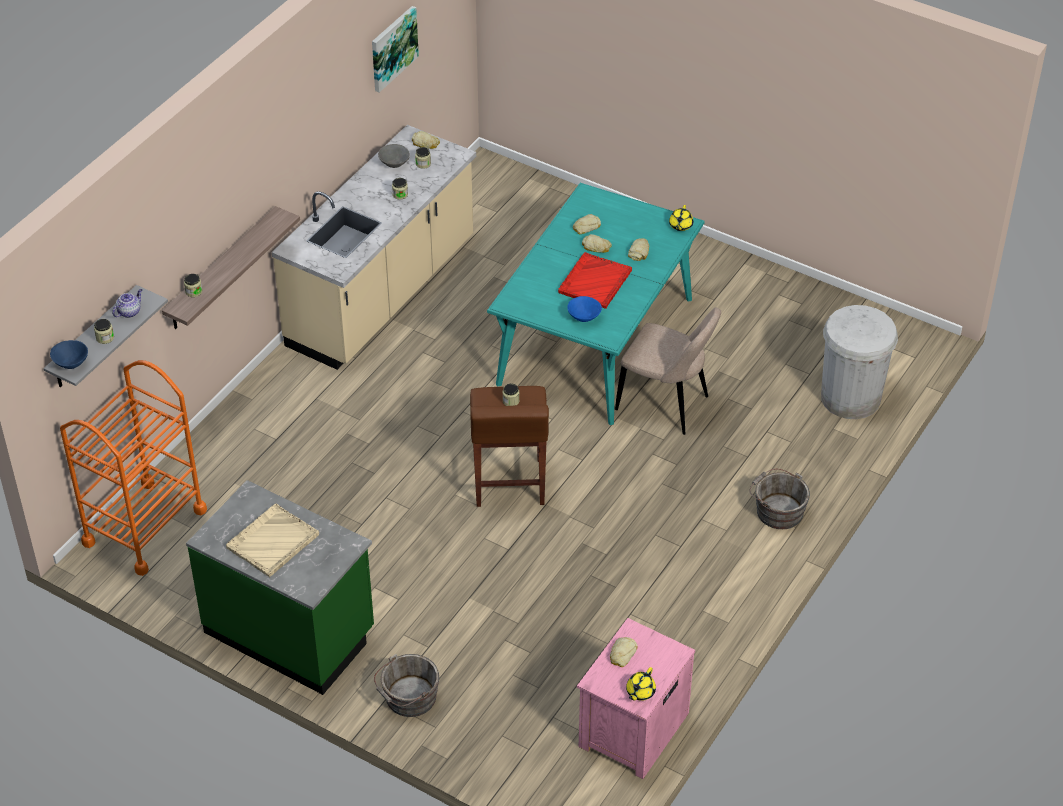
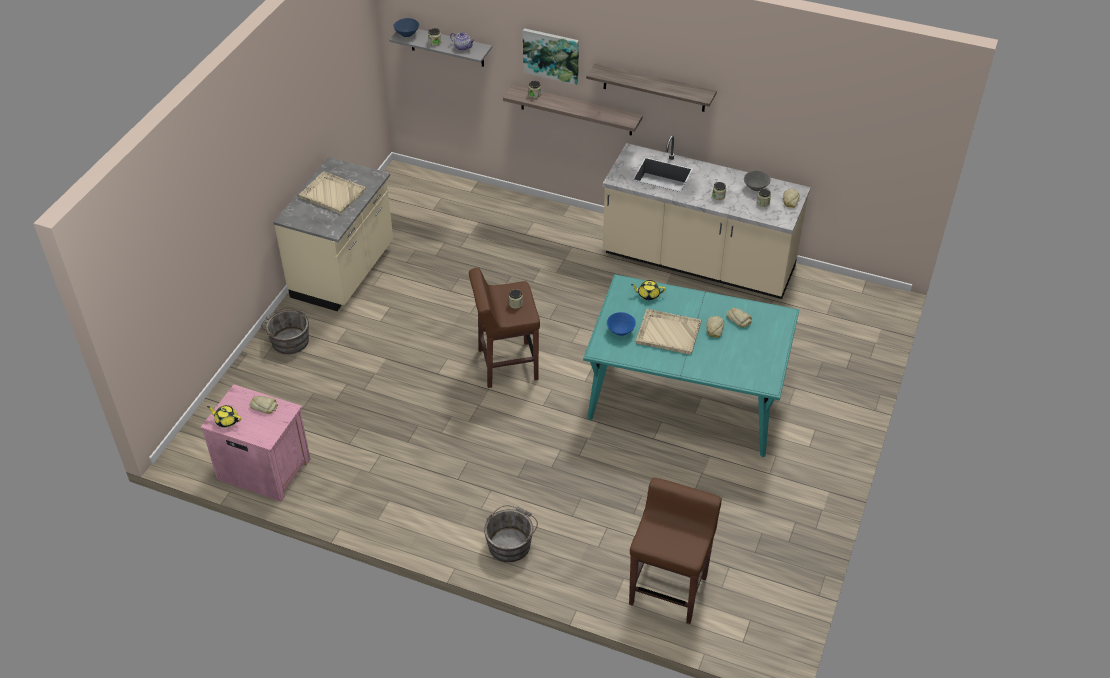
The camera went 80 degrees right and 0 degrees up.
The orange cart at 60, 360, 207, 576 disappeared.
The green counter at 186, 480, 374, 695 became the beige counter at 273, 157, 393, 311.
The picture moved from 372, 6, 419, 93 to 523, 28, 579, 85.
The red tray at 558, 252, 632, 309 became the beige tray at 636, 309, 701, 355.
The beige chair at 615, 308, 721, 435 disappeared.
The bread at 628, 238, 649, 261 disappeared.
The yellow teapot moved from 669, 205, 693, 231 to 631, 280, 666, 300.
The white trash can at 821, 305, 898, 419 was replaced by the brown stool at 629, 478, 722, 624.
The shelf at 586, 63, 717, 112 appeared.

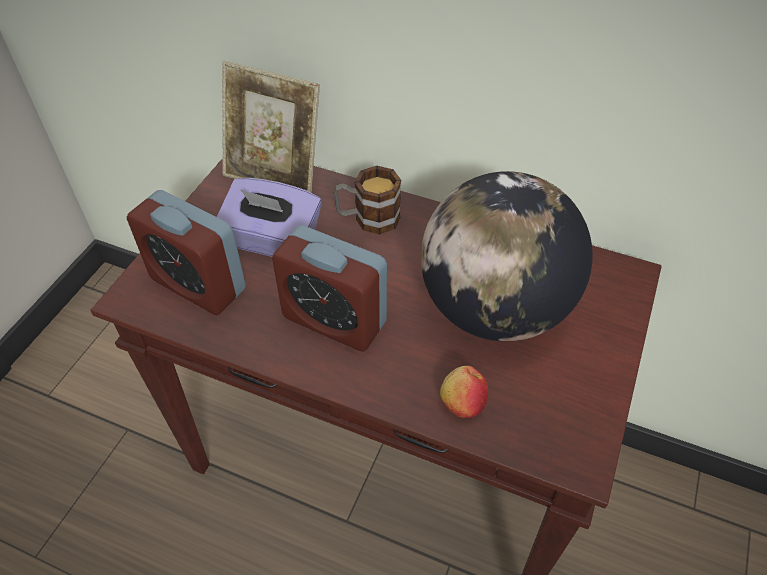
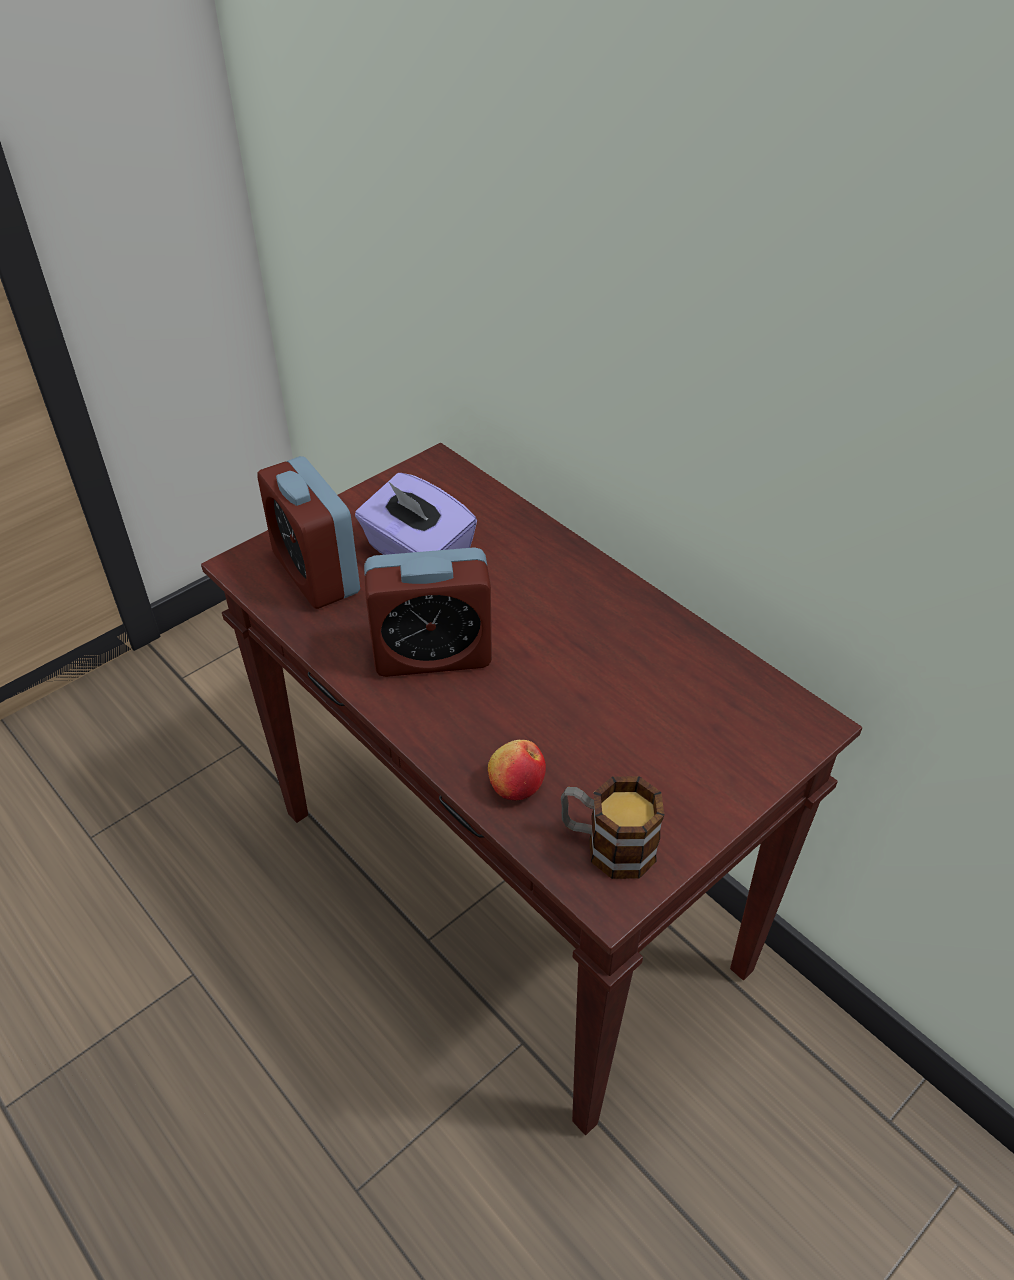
The camera went 25 degrees right and 5 degrees down.
The picture frame at 222, 61, 320, 193 disappeared.
The alarm clock at 272, 225, 387, 352 turned 60 degrees counterclockwise.
The mug moved from 334, 166, 401, 235 to 561, 776, 664, 879.
The globe at 421, 171, 593, 341 disappeared.

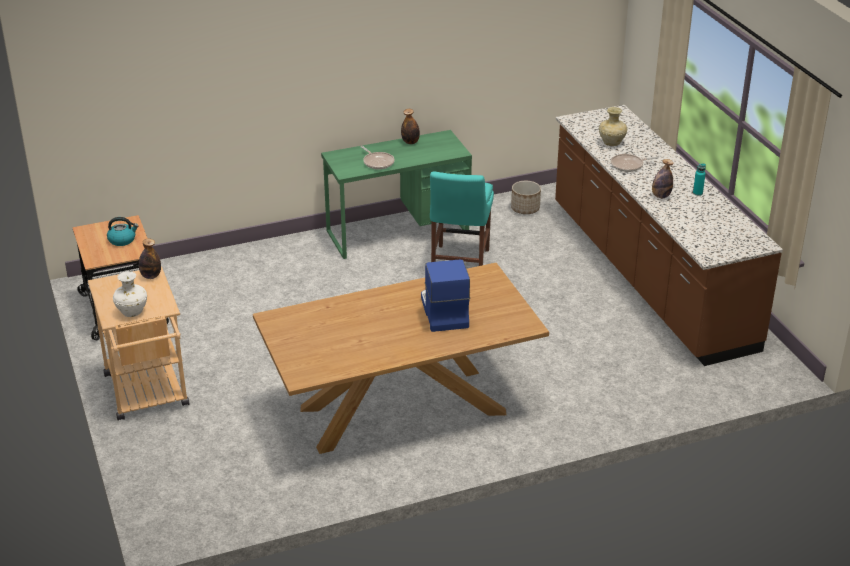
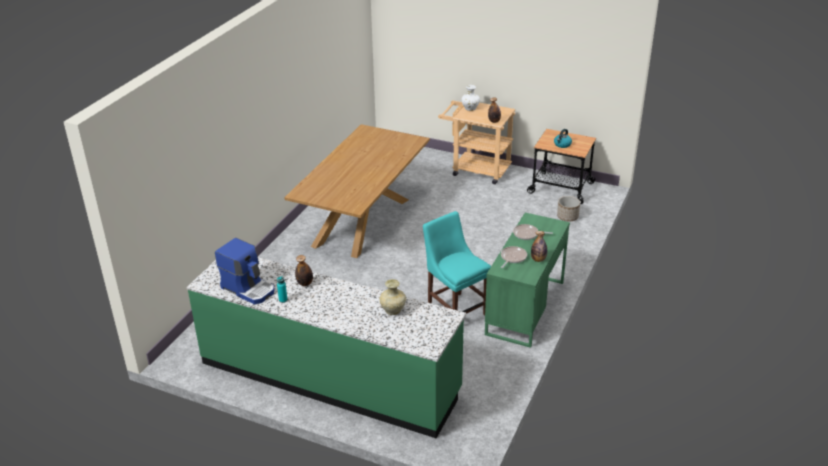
The camera went 135 degrees right and 0 degrees up.
The coffee machine moved from 421, 260, 470, 332 to 215, 238, 275, 304.
The planter moved from 511, 181, 541, 214 to 557, 196, 580, 222.
The brown counter at 555, 105, 783, 366 became the green counter at 187, 257, 466, 438.
The frying pan moved from 611, 154, 659, 172 to 501, 246, 527, 268.

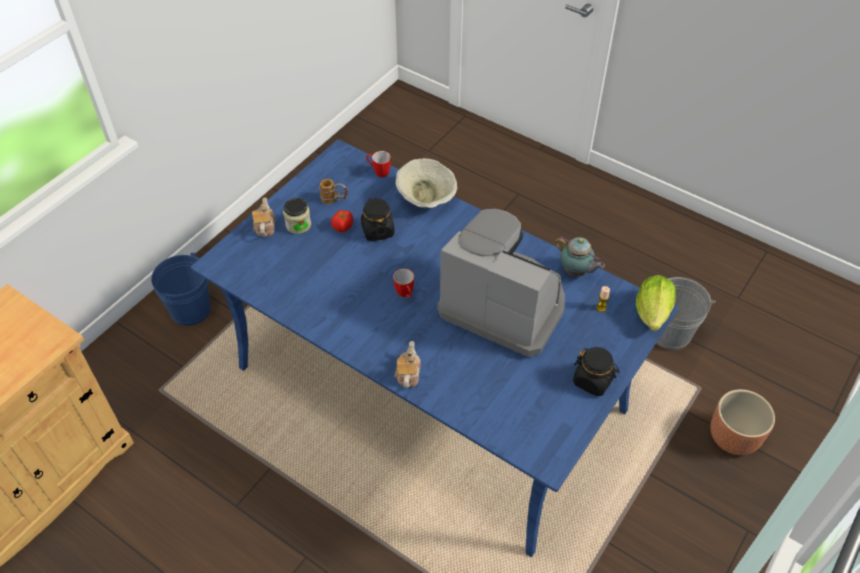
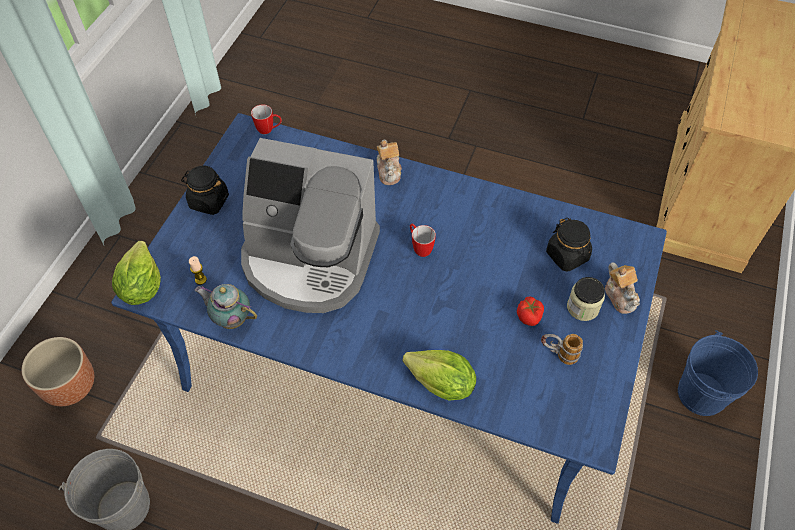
The camera went 165 degrees right and 5 degrees up.
The black jar moved from 361, 198, 395, 241 to 546, 217, 592, 272.
The mug moved from 366, 151, 391, 177 to 251, 104, 282, 134.
The beige bowl at 396, 158, 457, 208 was replaced by the lettuce at 402, 350, 476, 401.

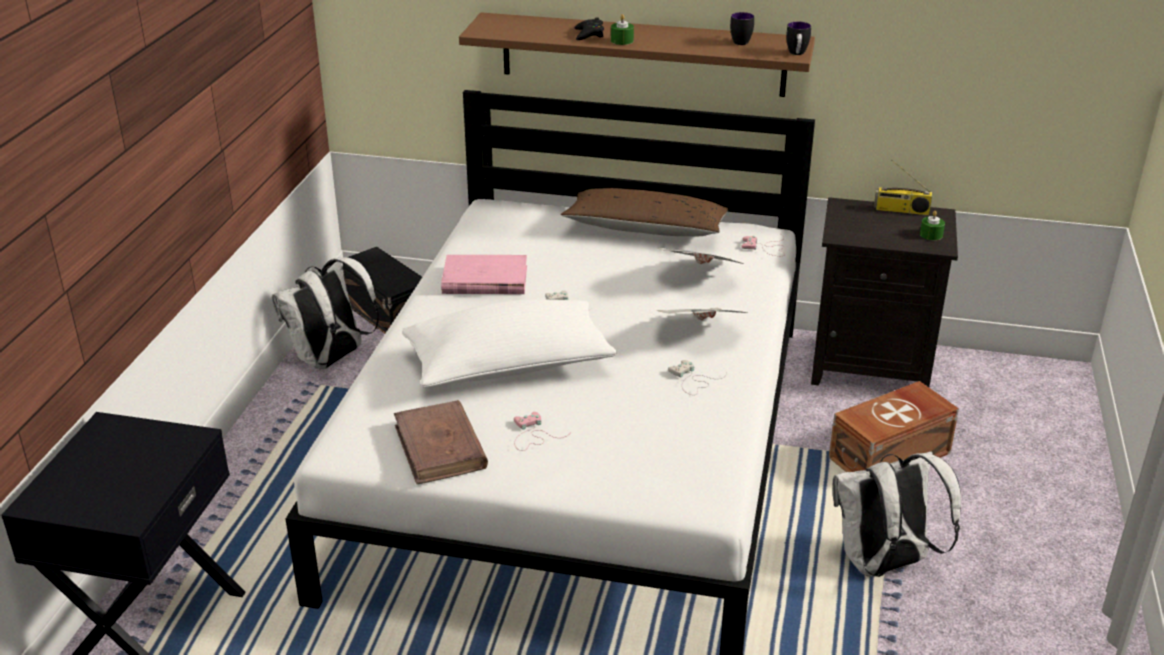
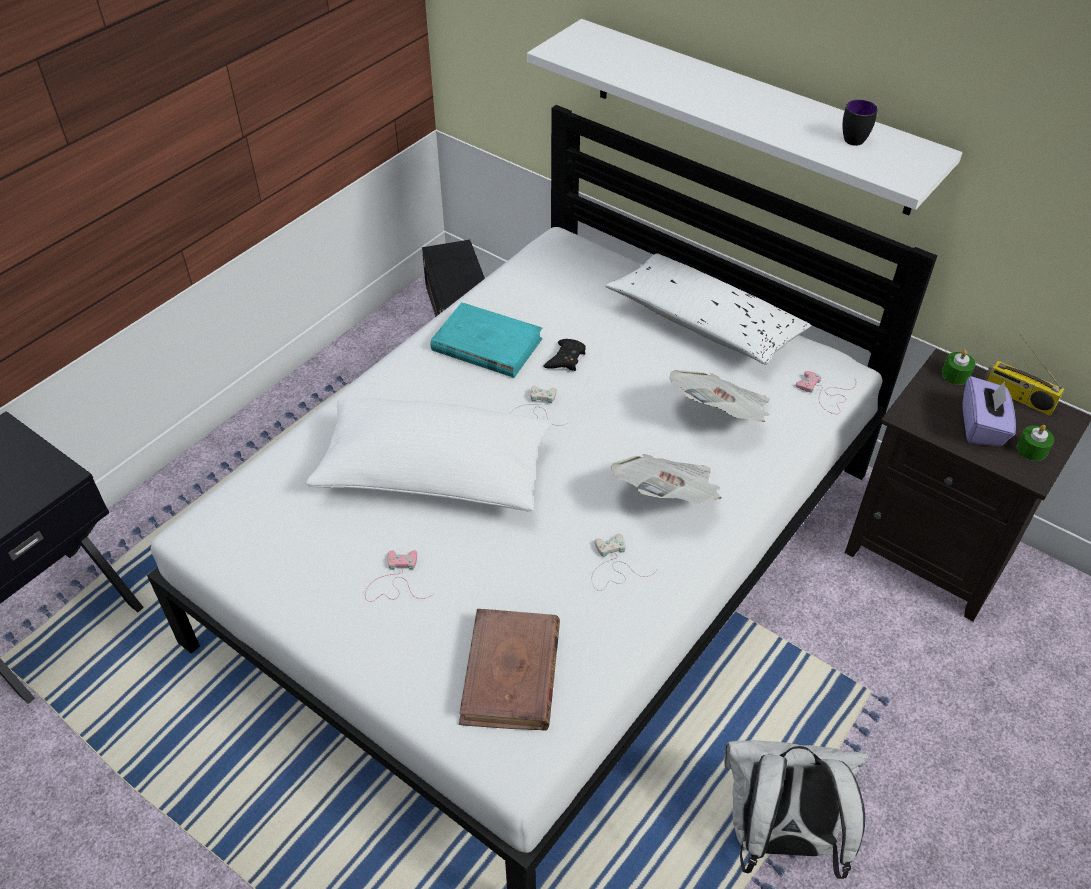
The camera went 25 degrees right and 15 degrees up.
The white backpack at 272, 257, 379, 370 disappeared.
The brown book moved from 394, 400, 488, 484 to 459, 609, 560, 731.
The pink book at 441, 255, 527, 294 became the turquoise book at 430, 303, 543, 378.
The brown shelf at 459, 12, 815, 97 became the white shelf at 527, 19, 962, 216.
The brown pillow at 561, 188, 729, 236 became the white pillow at 605, 253, 811, 365.
The black game controller moved from 575, 18, 604, 40 to 543, 339, 586, 371.
The green candle moved from 611, 14, 634, 45 to 942, 350, 976, 385.
The mug at 786, 22, 811, 55 disappeared.
The brown storage box at 829, 381, 959, 472 disappeared.
The purple tissue box at 962, 376, 1016, 447 appeared.

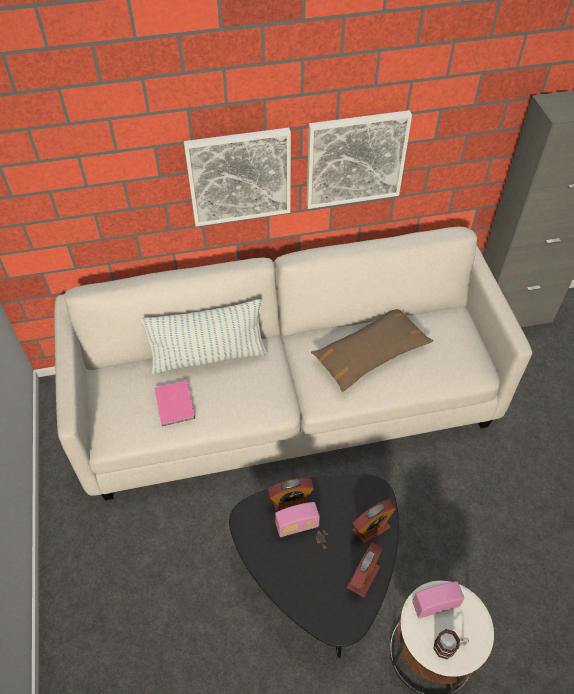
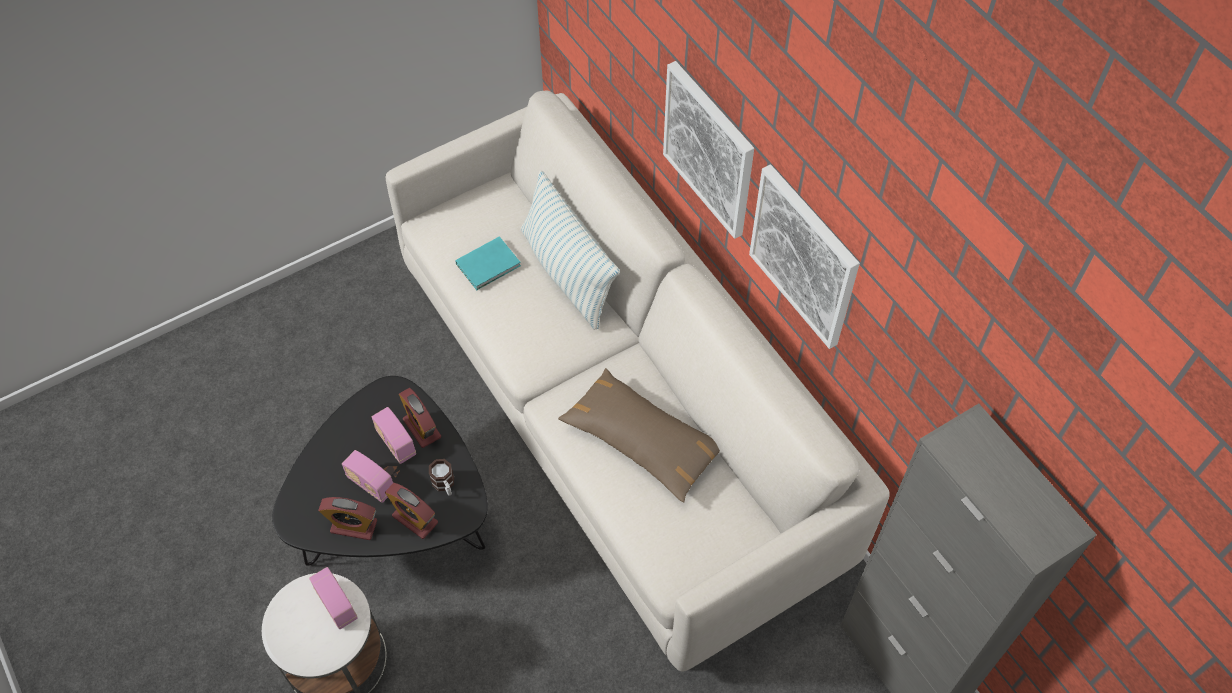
The camera went 70 degrees right and 5 degrees up.
The pink book at 155, 381, 195, 426 became the turquoise book at 455, 236, 521, 290.
The mug moved from 433, 629, 469, 659 to 429, 459, 454, 496.
The radio at 342, 450, 393, 503 appeared.

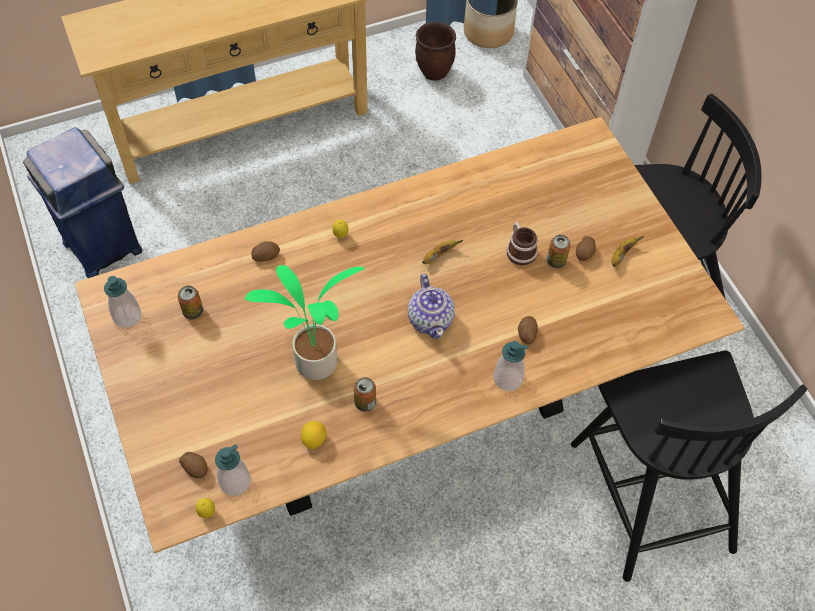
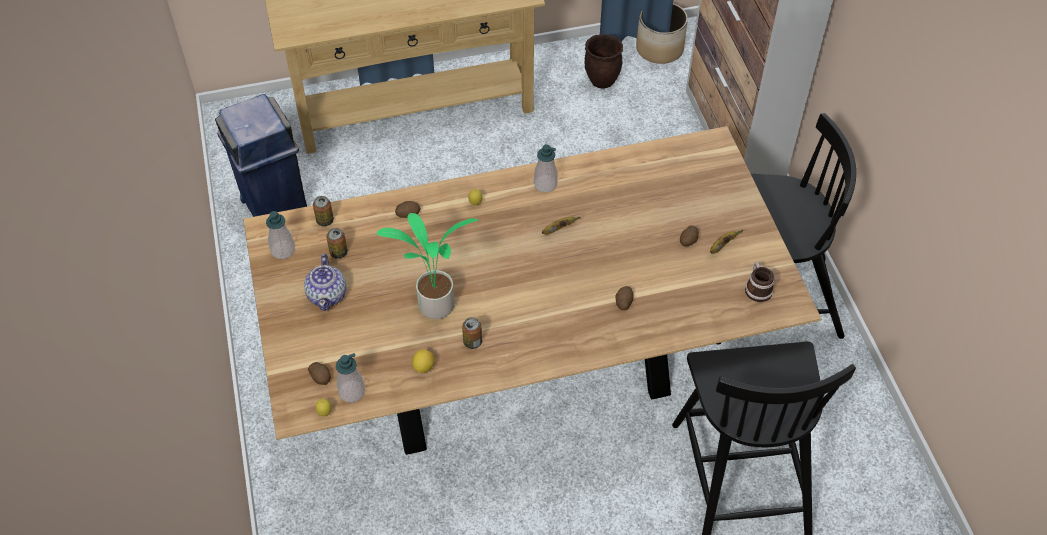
The camera went 10 degrees right and 5 degrees down.
The teapot moved from 408, 274, 455, 339 to 304, 254, 346, 311.
The soap dispenser moved from 494, 341, 528, 391 to 534, 144, 558, 192.
The mug moved from 507, 222, 538, 265 to 745, 262, 775, 302.
The can moved from 547, 235, 571, 268 to 313, 196, 334, 226.

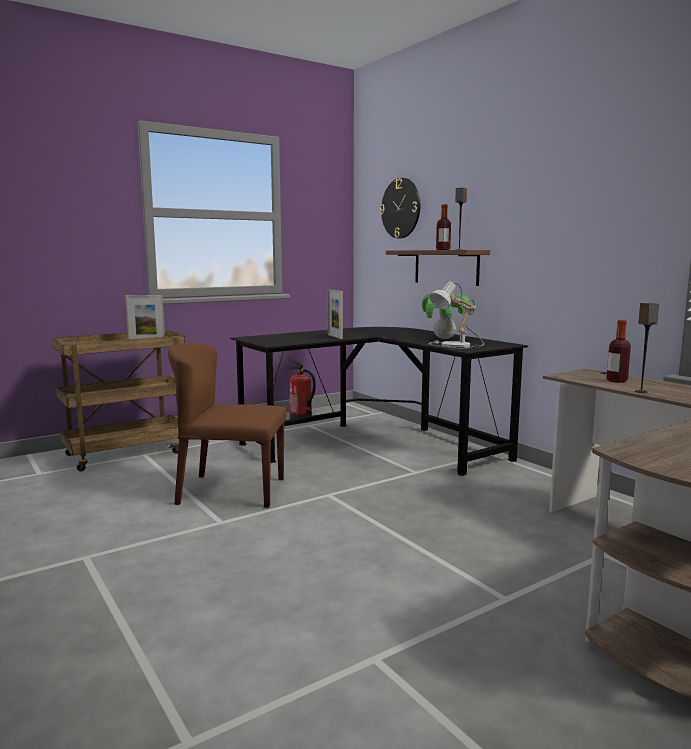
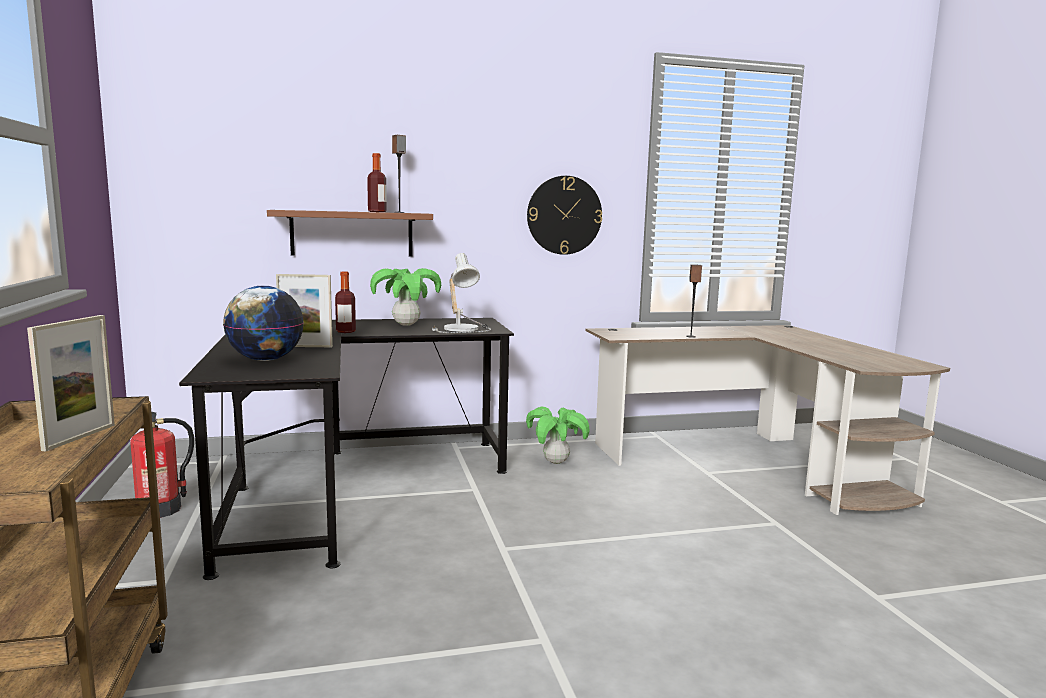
The camera went 70 degrees left and 0 degrees up.
The brown chair at 168, 343, 287, 508 disappeared.
The wall clock moved from 380, 178, 420, 238 to 527, 176, 602, 255.
The bottle moved from 606, 320, 631, 383 to 335, 271, 356, 333.
The globe at 223, 286, 304, 361 appeared.
The potted plant at 526, 407, 589, 464 appeared.

